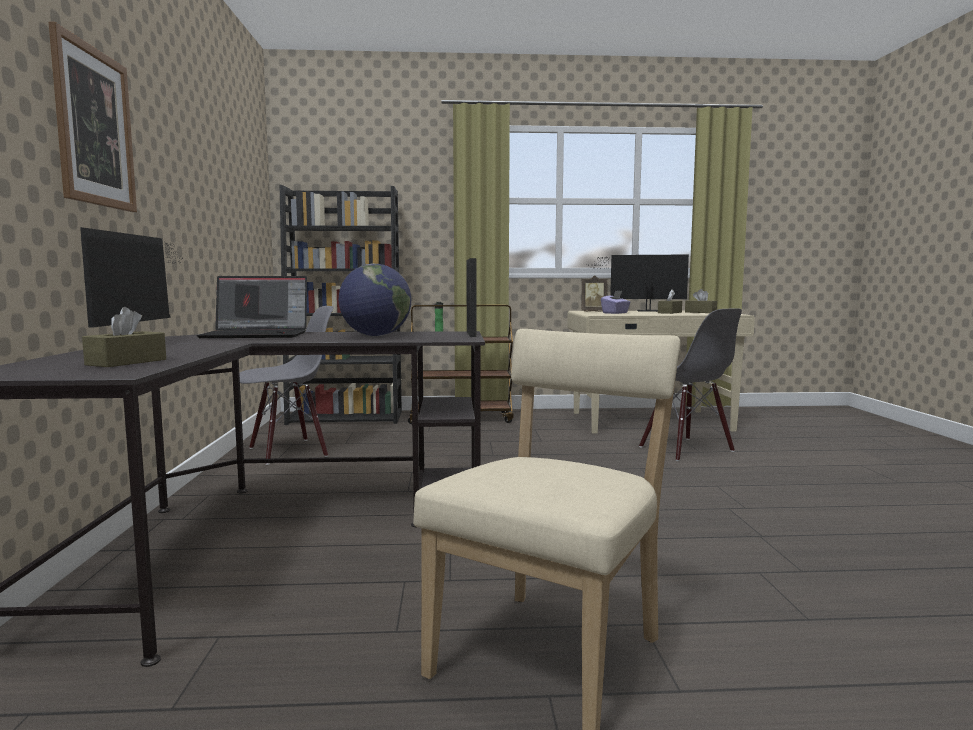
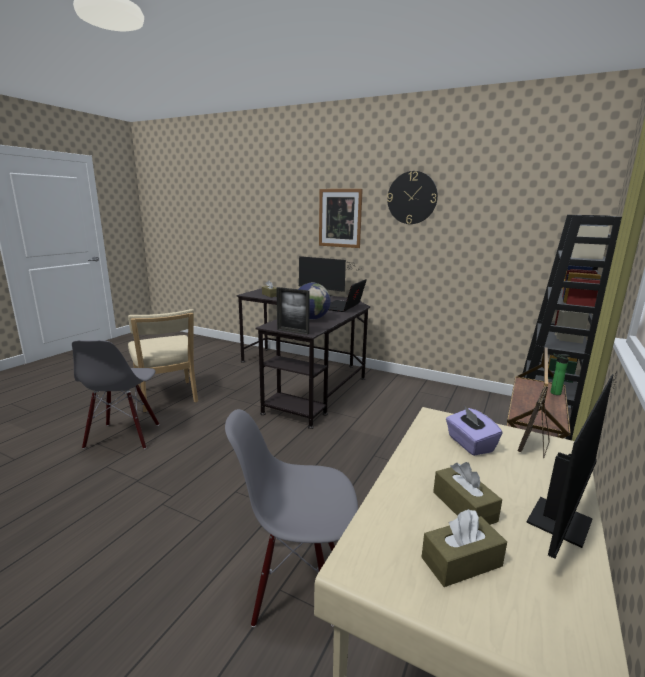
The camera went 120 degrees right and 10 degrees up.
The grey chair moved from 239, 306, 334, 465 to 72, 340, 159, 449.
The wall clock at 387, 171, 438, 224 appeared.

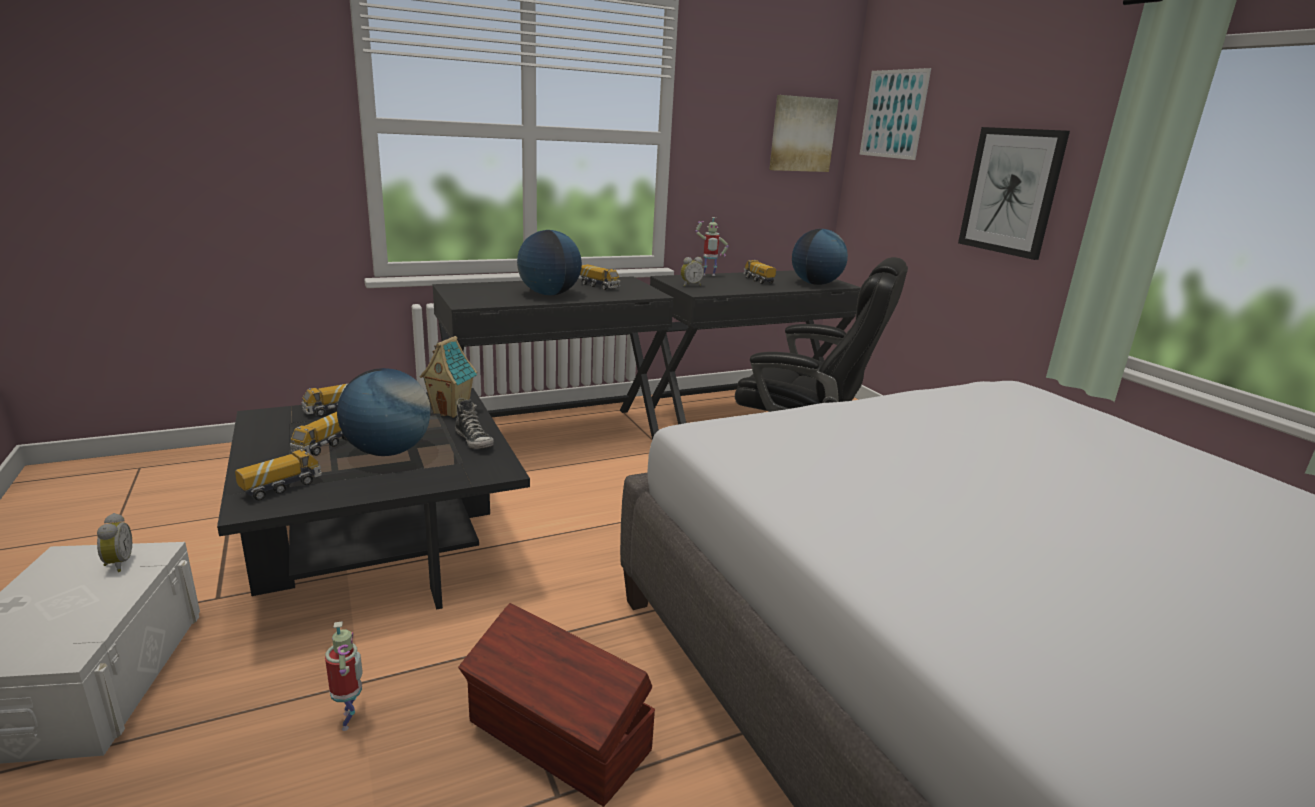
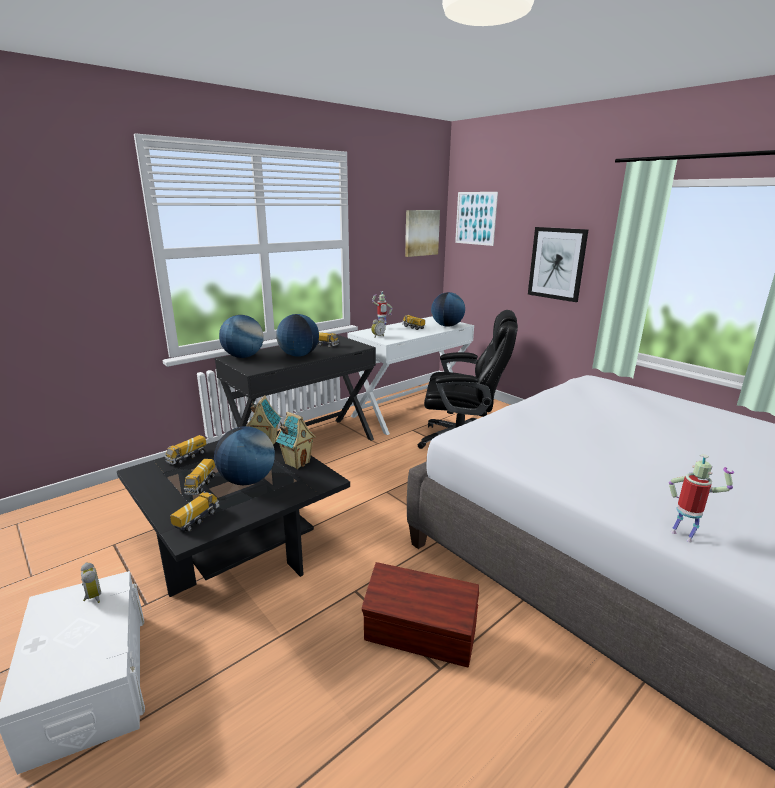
The camera went 15 degrees left and 0 degrees up.
The toy robot moved from 325, 621, 363, 731 to 669, 454, 734, 542.
The shoe at 455, 398, 494, 449 was replaced by the toy house at 275, 412, 316, 469.
The black desk at 650, 270, 861, 424 became the white desk at 347, 316, 474, 435.
The globe at 219, 315, 264, 358 appeared.

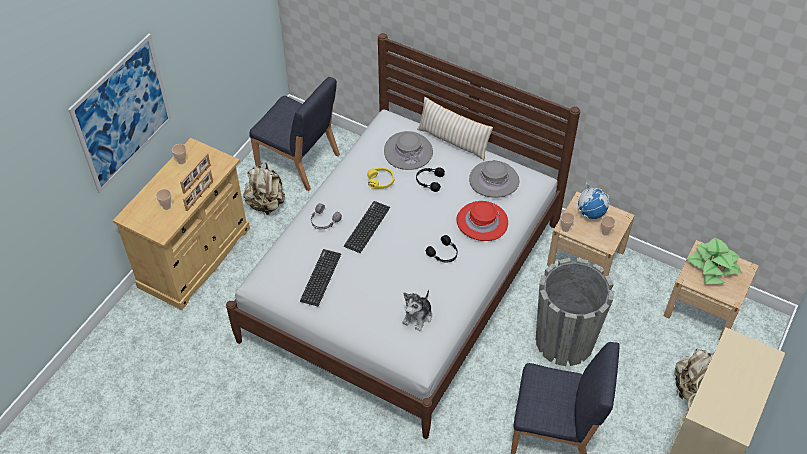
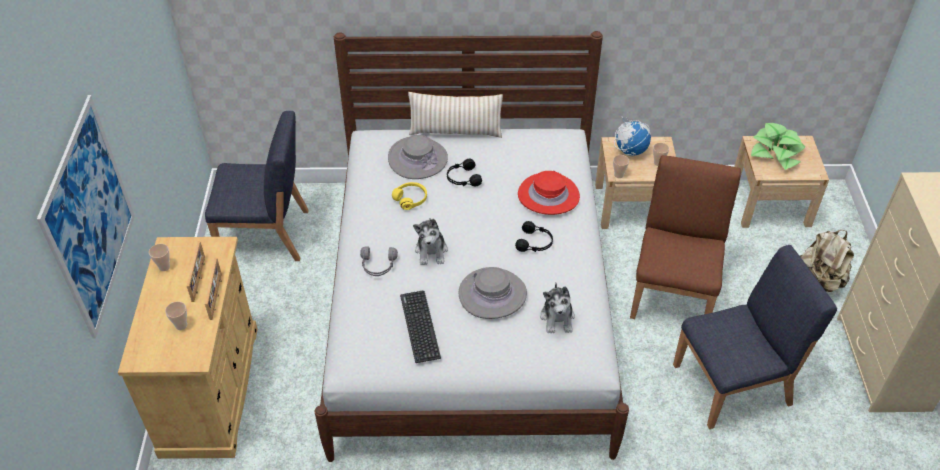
The camera went 30 degrees left and 5 degrees down.
The beige backpack at 243, 163, 285, 215 disappeared.
The keyboard at 344, 201, 390, 253 was replaced by the plush toy at 413, 218, 448, 265.
The grey hat moved from 469, 160, 520, 198 to 459, 267, 527, 319.
The grey planter at 536, 258, 614, 366 was replaced by the brown chair at 630, 155, 741, 319.

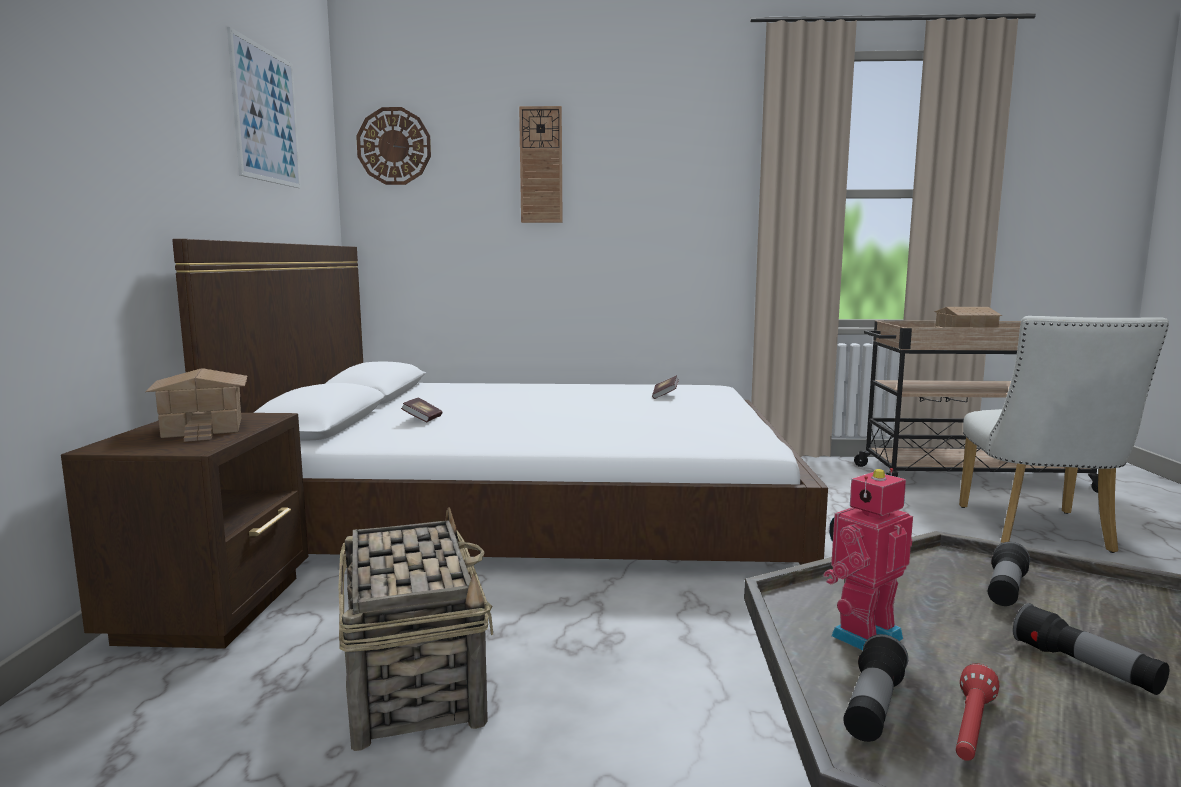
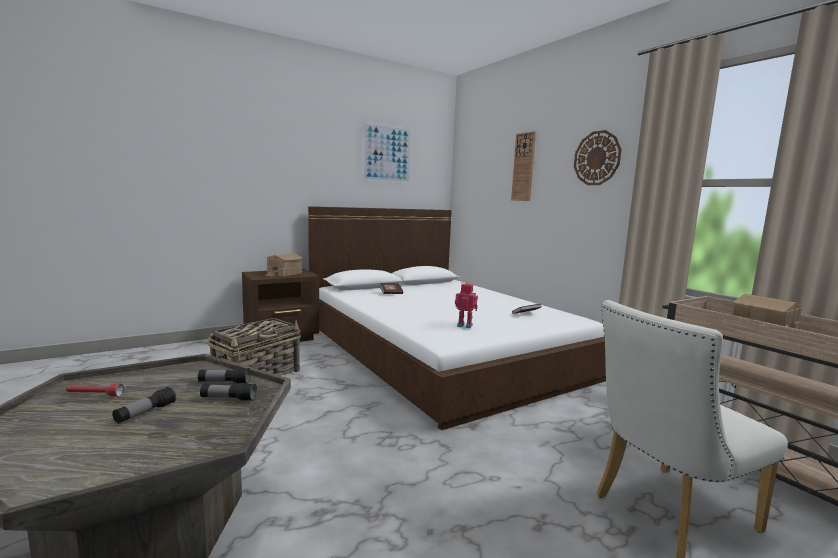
The camera went 55 degrees right and 0 degrees up.
The wall clock moved from 356, 107, 431, 185 to 574, 130, 622, 185.
The toy robot moved from 823, 468, 913, 651 to 455, 282, 478, 328.
The flashlight moved from 843, 634, 908, 742 to 198, 368, 250, 384.

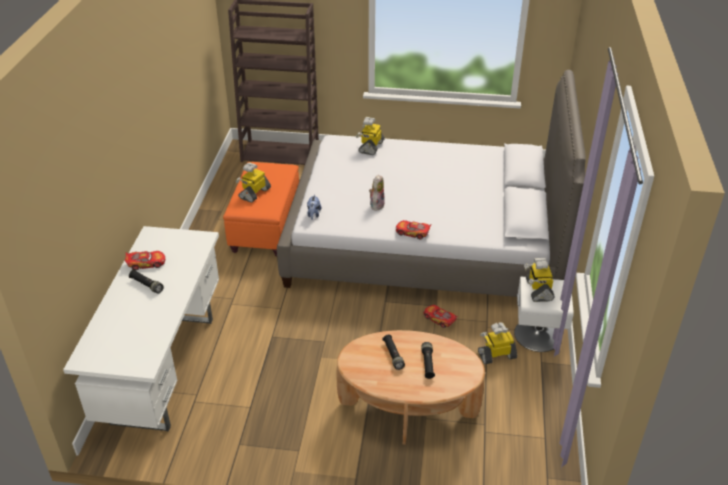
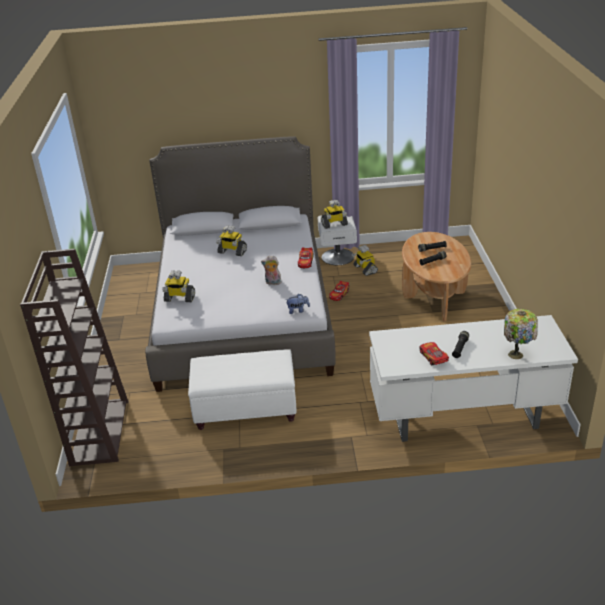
The camera went 100 degrees left and 5 degrees down.
The orange ottoman at 223, 162, 299, 256 became the white ottoman at 188, 349, 297, 430.
The toy robot moved from 236, 162, 271, 203 to 216, 225, 247, 256.
The table lamp at 504, 309, 538, 359 appeared.

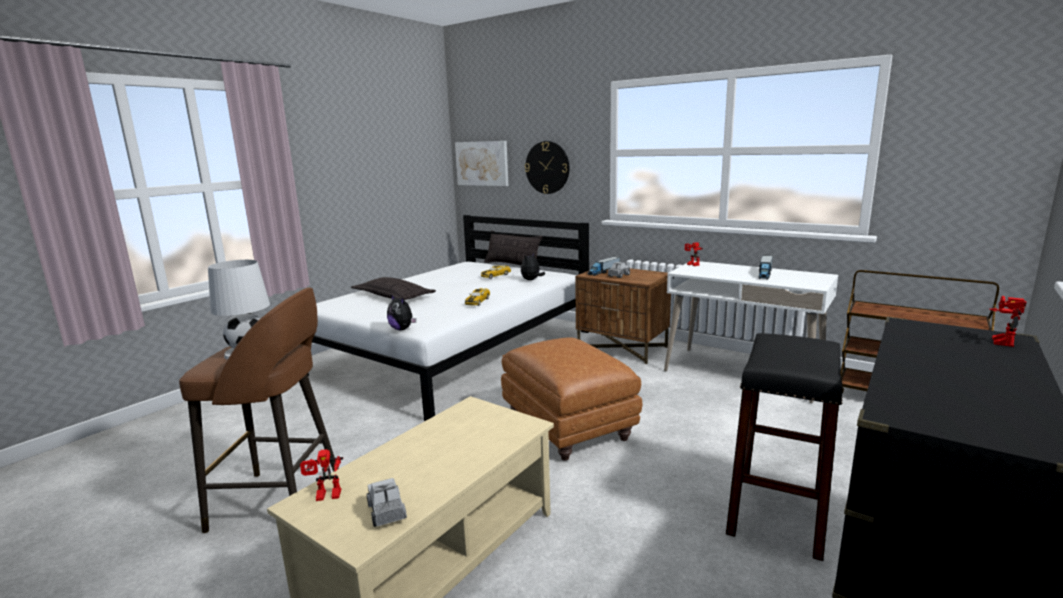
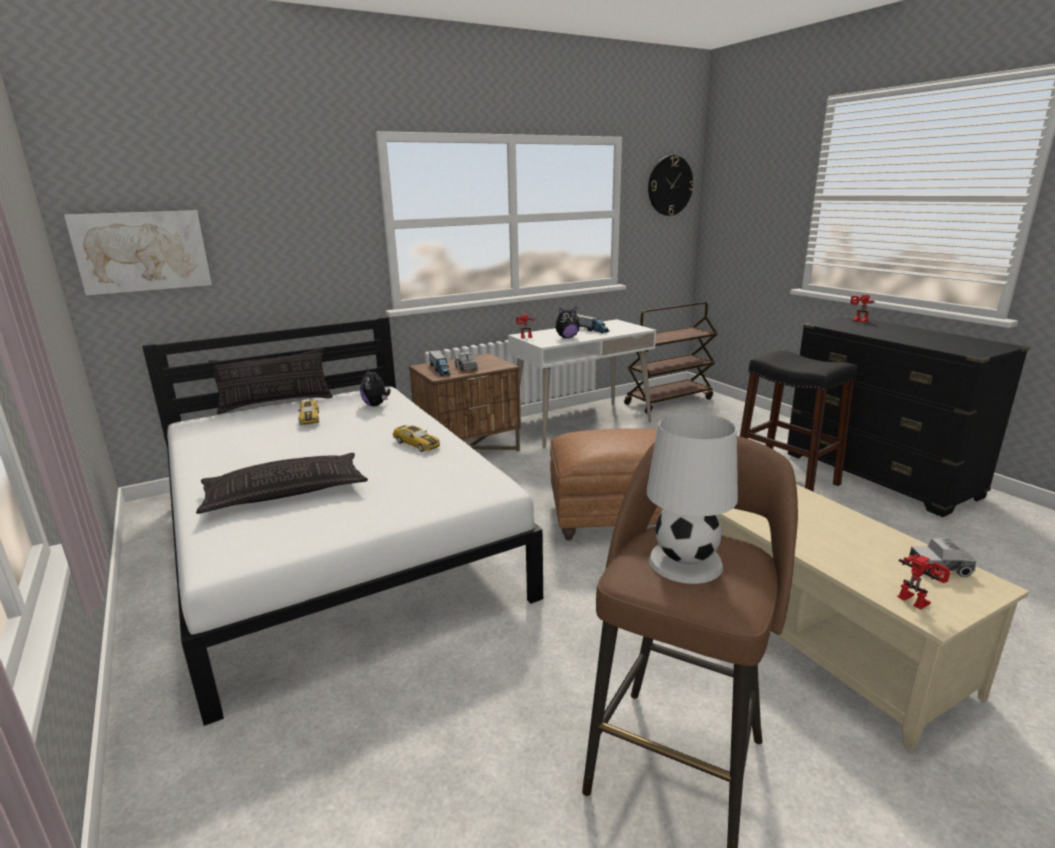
The camera went 65 degrees left and 5 degrees up.
The toy robot at 300, 449, 343, 501 turned 45 degrees counterclockwise.
The plush toy moved from 387, 295, 416, 330 to 555, 306, 580, 338.
The wall clock moved from 525, 141, 569, 194 to 648, 155, 694, 216.

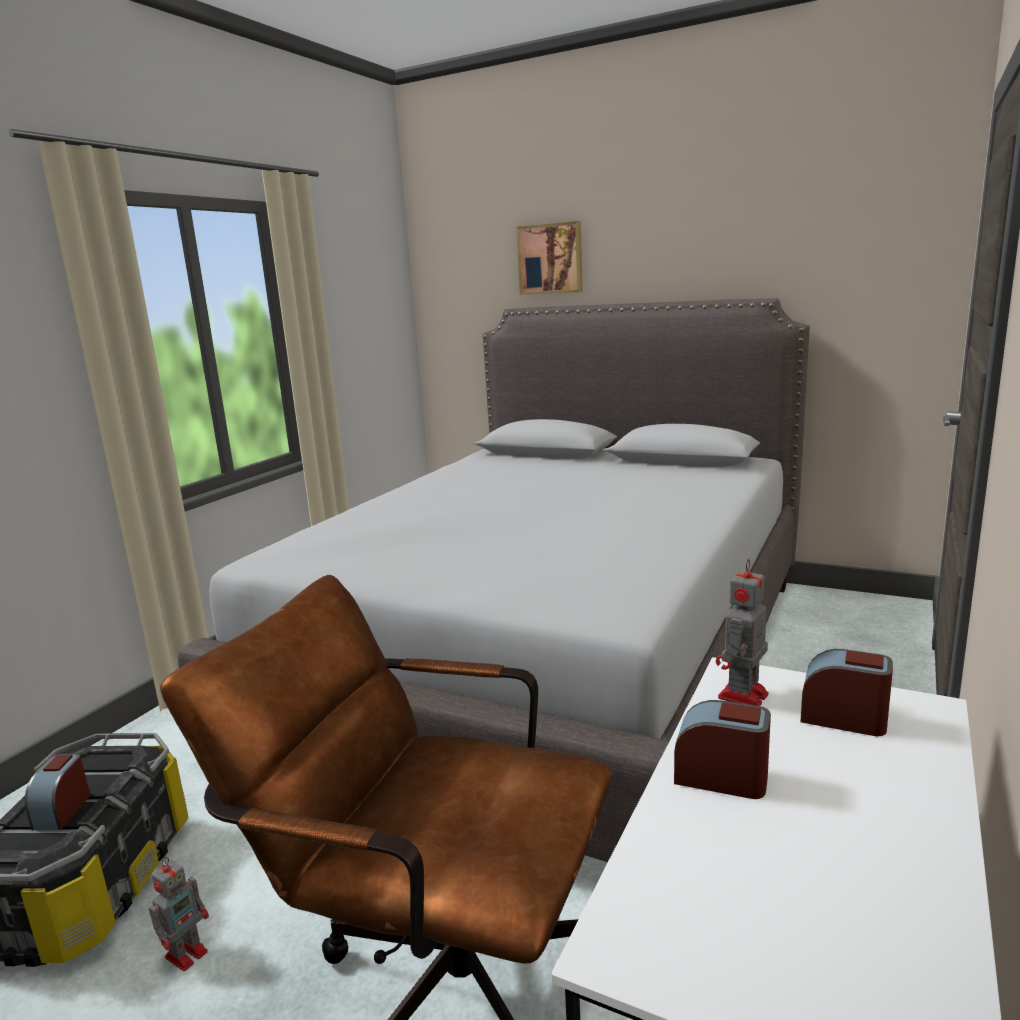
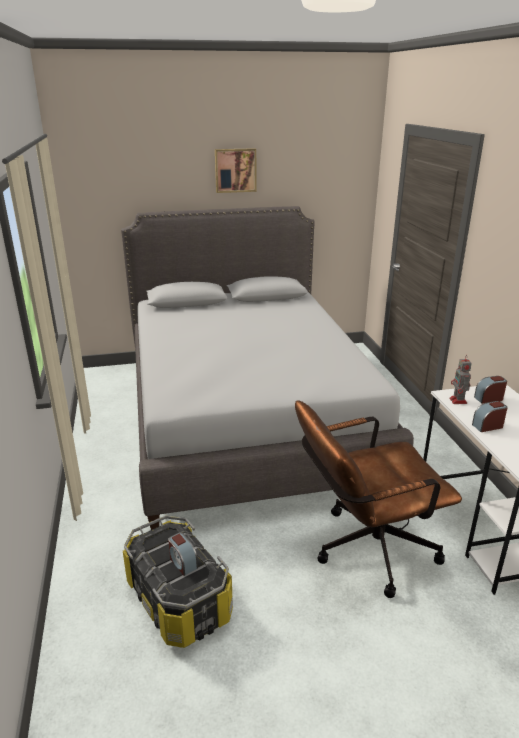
The camera went 40 degrees left and 10 degrees up.
The toy robot at 149, 857, 209, 971 disappeared.
The picture moved from 516, 221, 583, 295 to 215, 148, 256, 193.

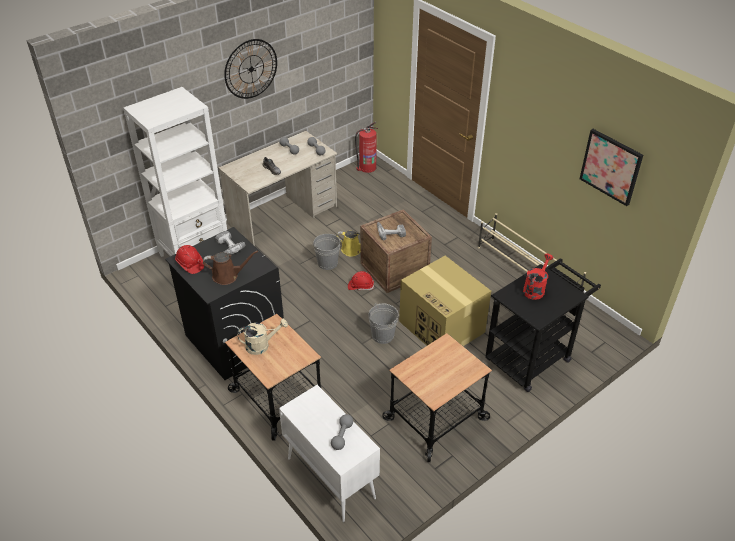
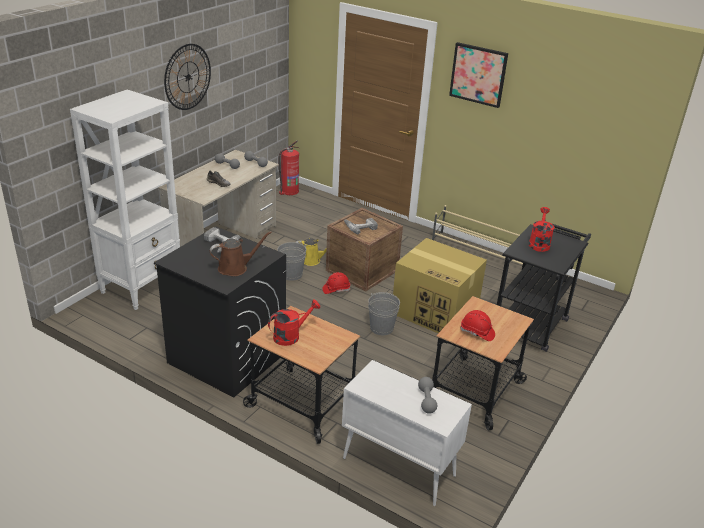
The camera went 20 degrees left and 10 degrees down.
The red hard hat moved from 175, 245, 204, 274 to 460, 310, 495, 341.
The beige watering can at 237, 319, 288, 355 became the red watering can at 268, 300, 320, 346.
The picture moved from 580, 129, 643, 206 to 449, 42, 508, 108.

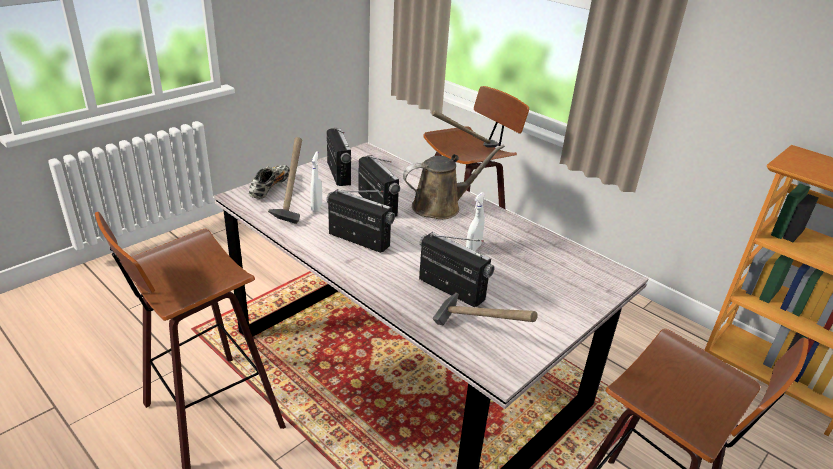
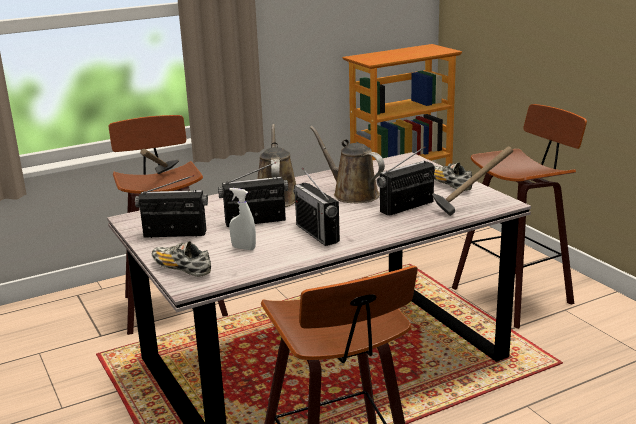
The camera went 70 degrees left and 10 degrees down.
The hammer at 268, 137, 302, 224 disappeared.
The radio at 326, 189, 395, 253 turned 75 degrees counterclockwise.
The white spray bottle at 466, 192, 485, 251 was replaced by the brown watering can at 309, 126, 385, 203.
The shoe at 434, 162, 472, 191 appeared.

